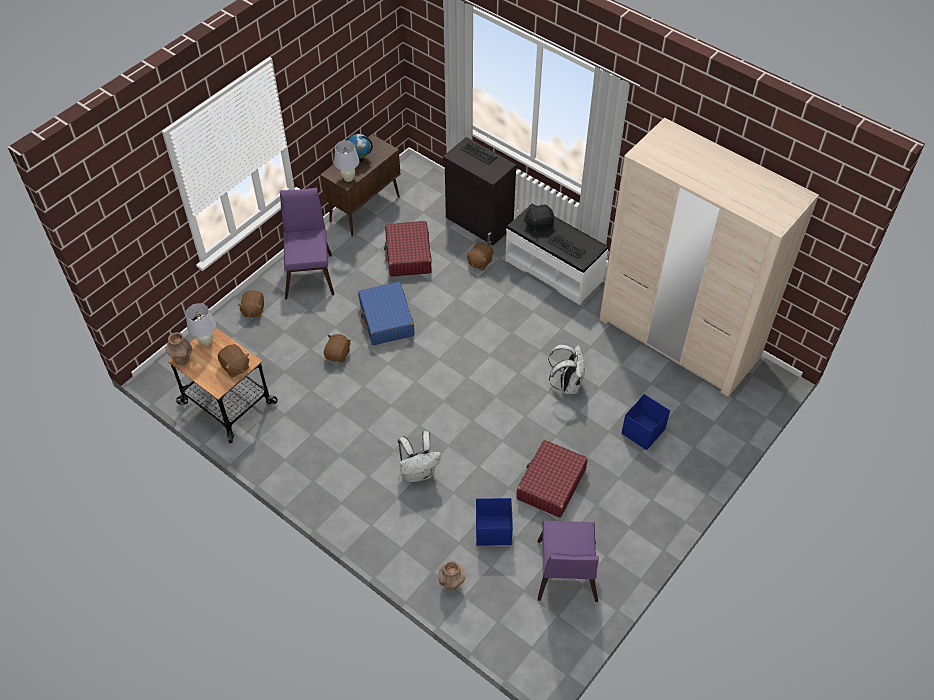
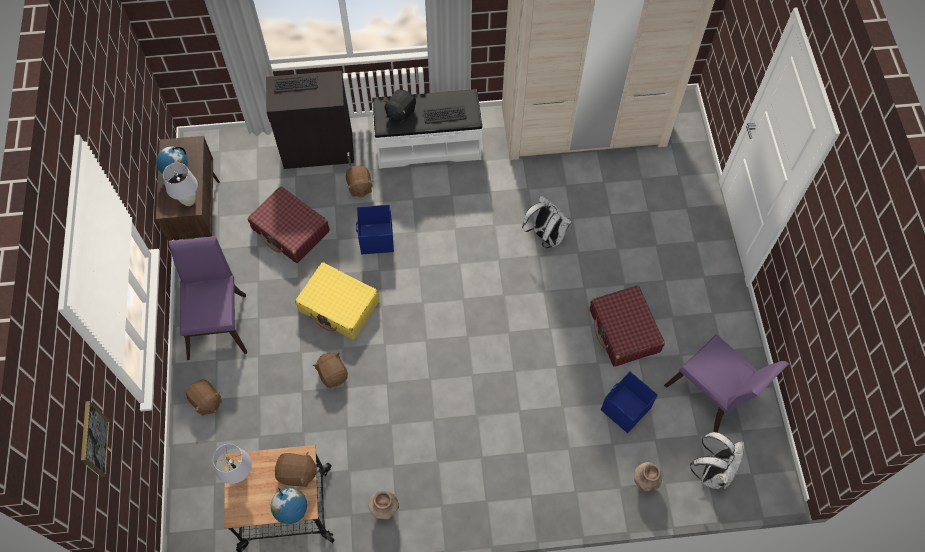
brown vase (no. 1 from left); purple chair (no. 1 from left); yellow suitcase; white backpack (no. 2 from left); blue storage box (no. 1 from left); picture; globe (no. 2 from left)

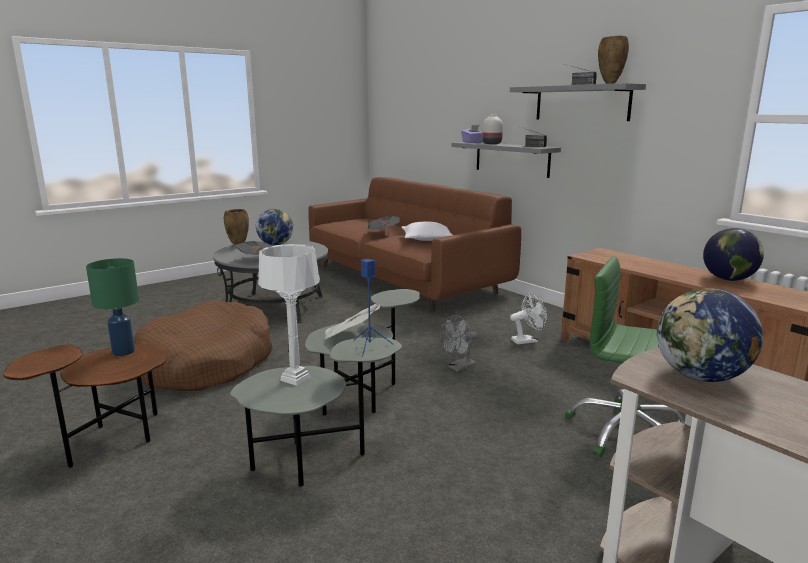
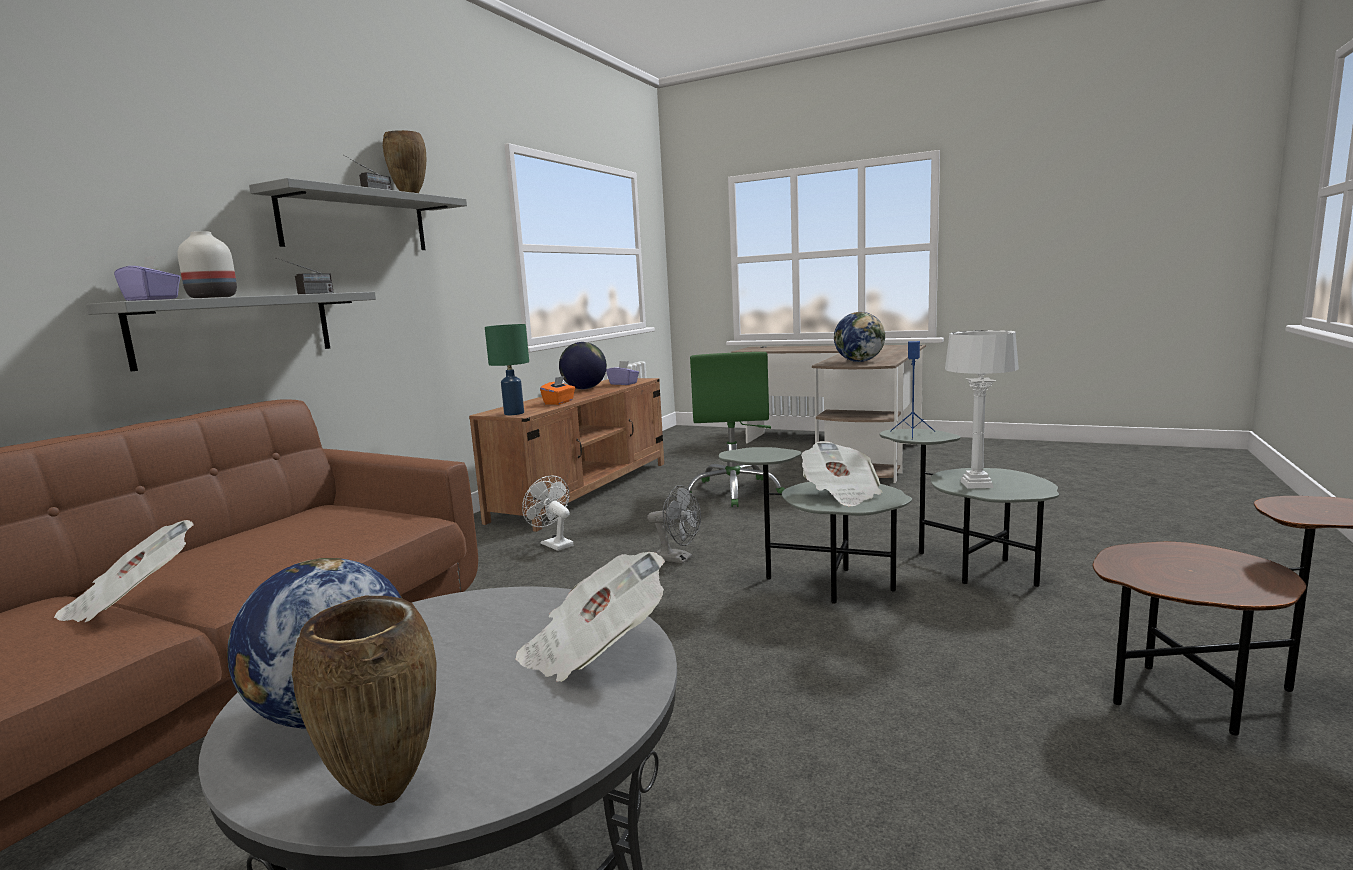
green table lamp; brown dog bed; white pillow; orange tissue box; purple tissue box (no. 2 from left)

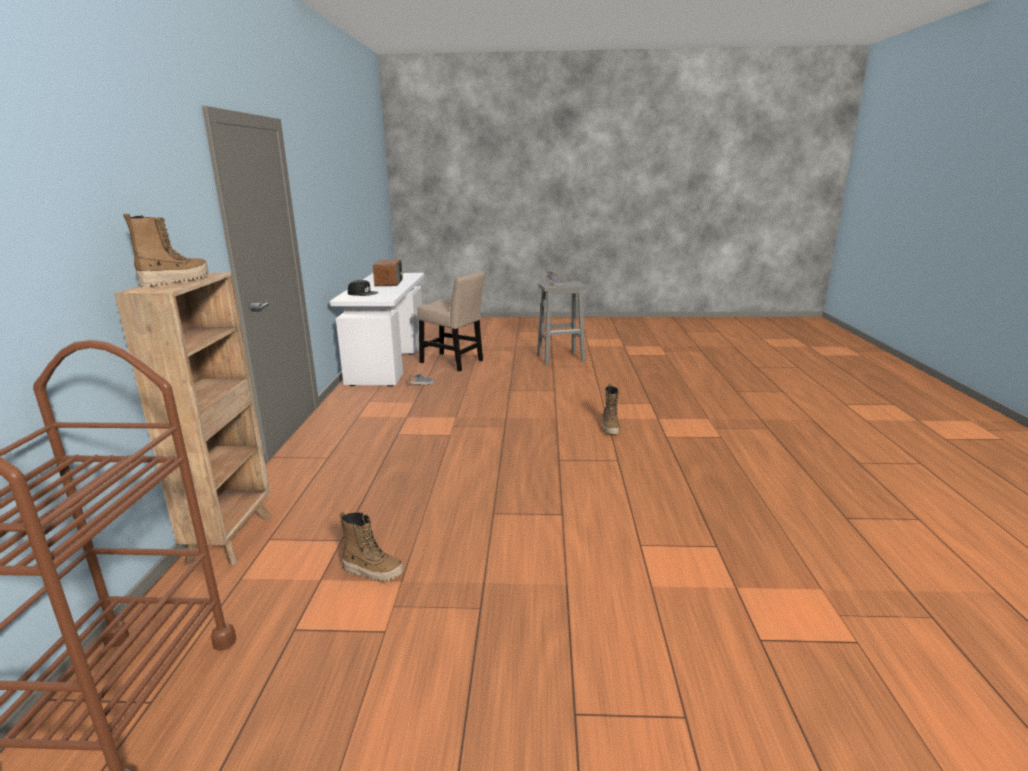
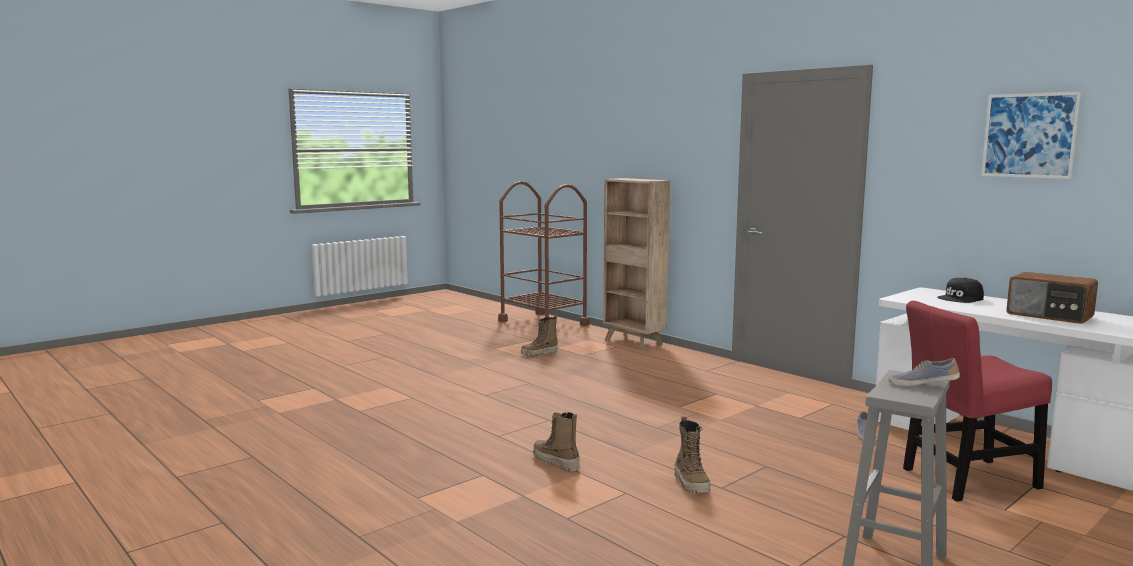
boot (no. 3 from left); red chair; picture

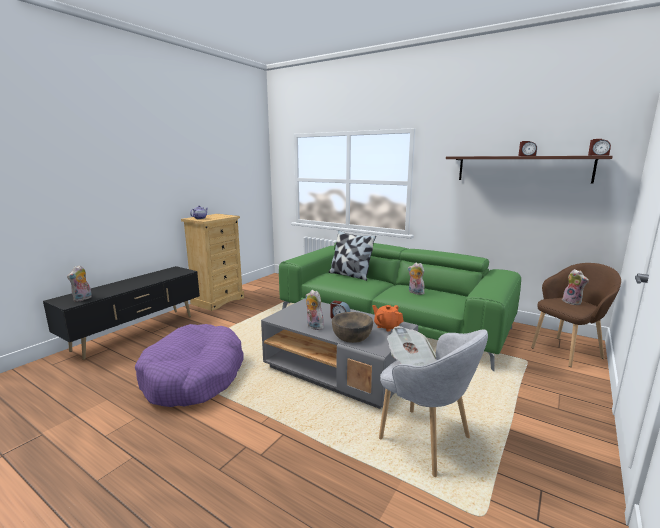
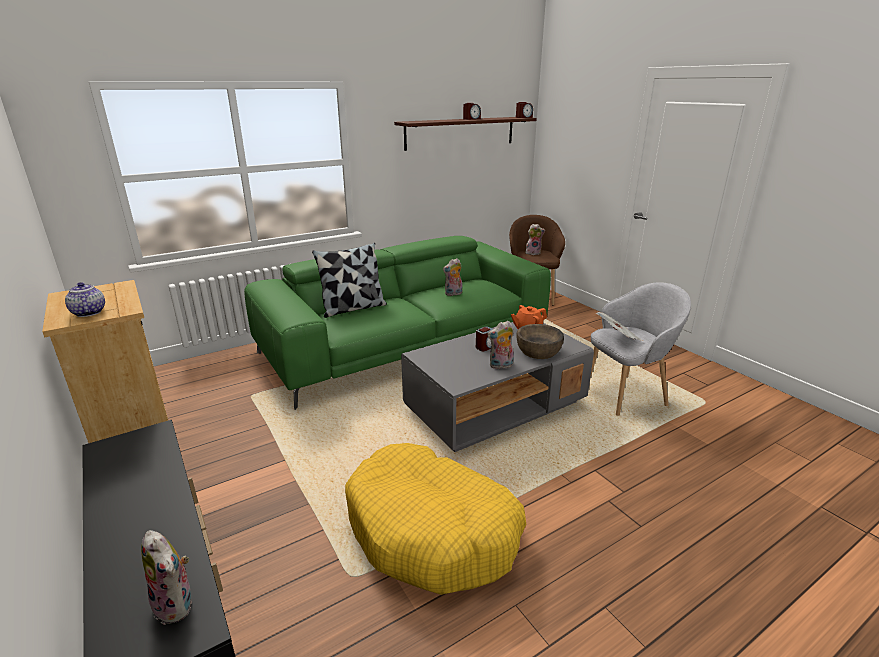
yellow dog bed

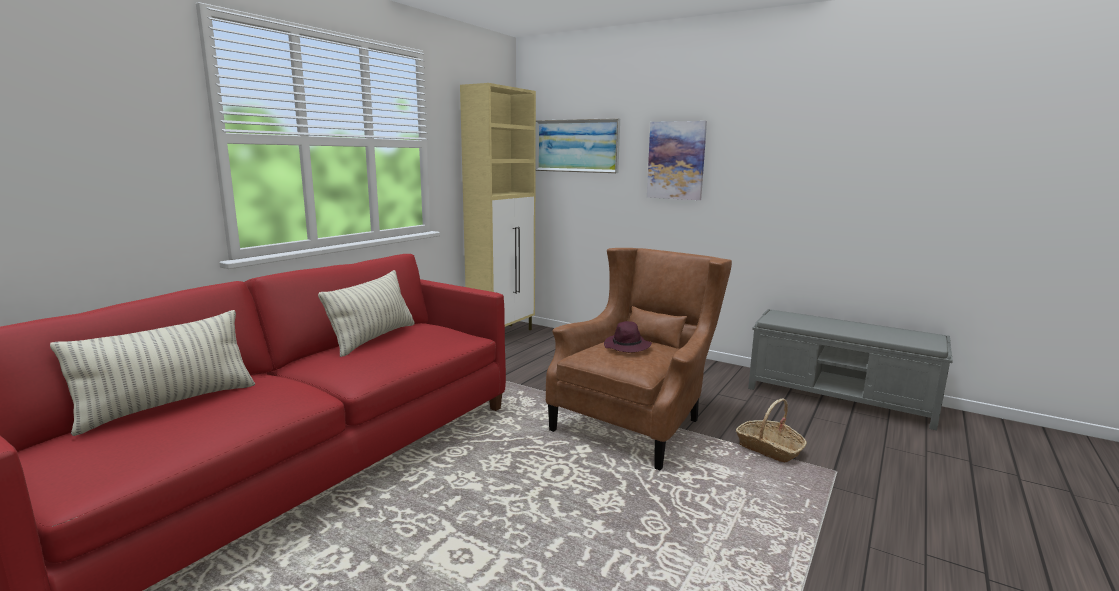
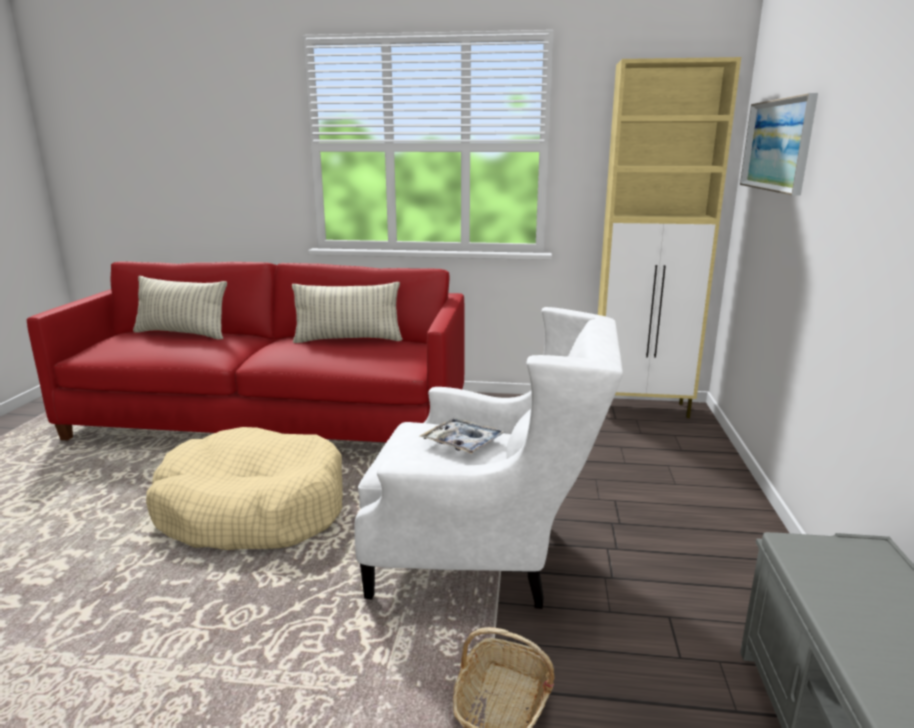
white armchair; tray; picture (no. 2 from left in the first image); beige dog bed

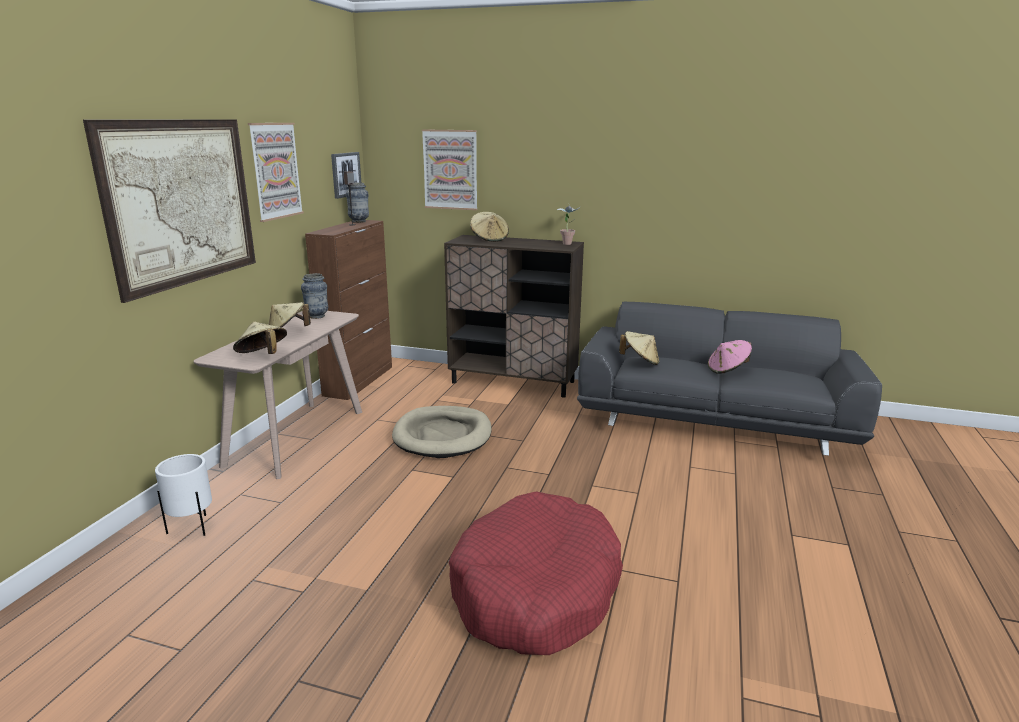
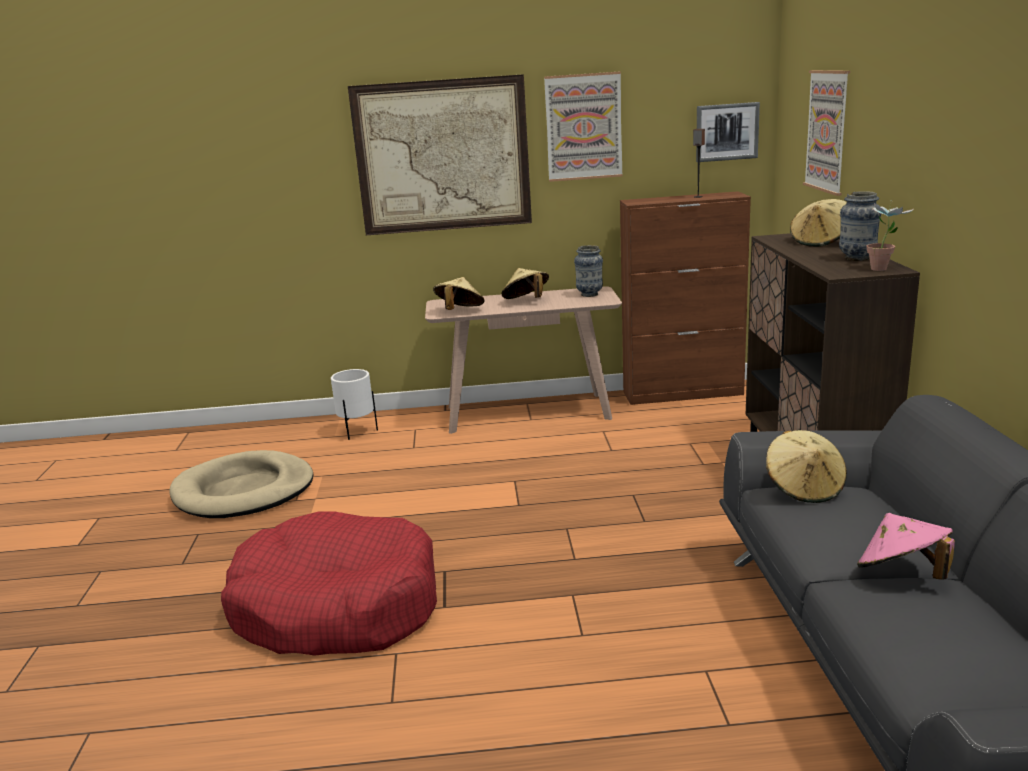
vase (no. 2 from left); beige dog bed

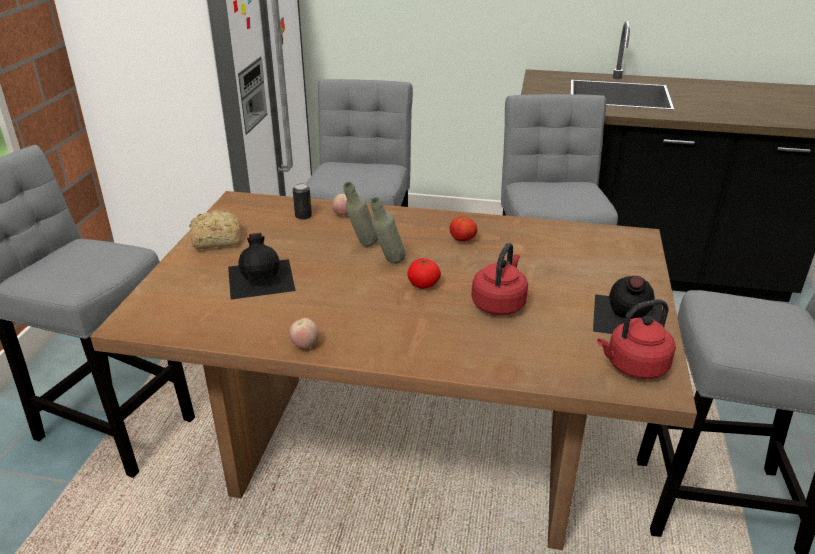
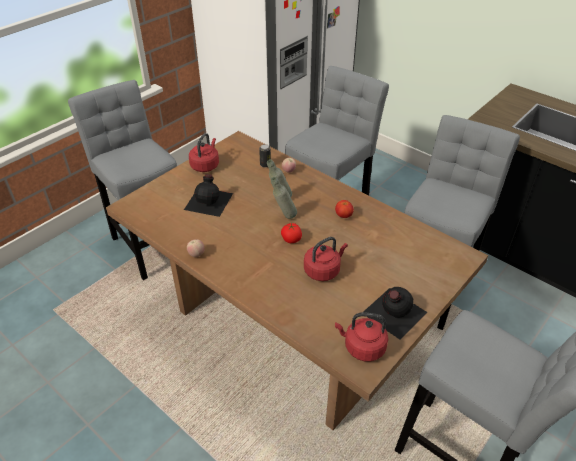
red kettle (no. 1 from left)

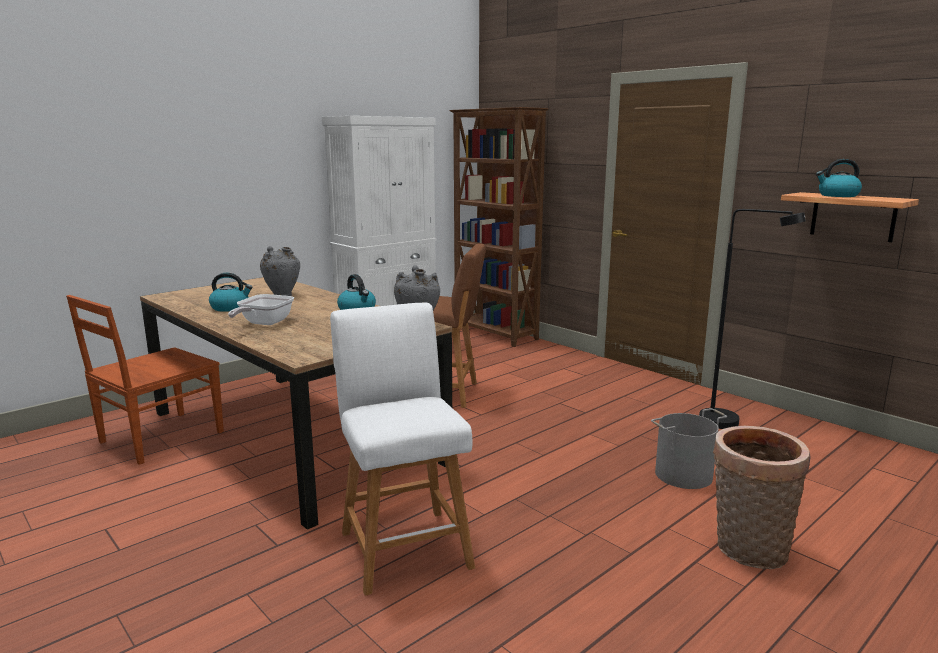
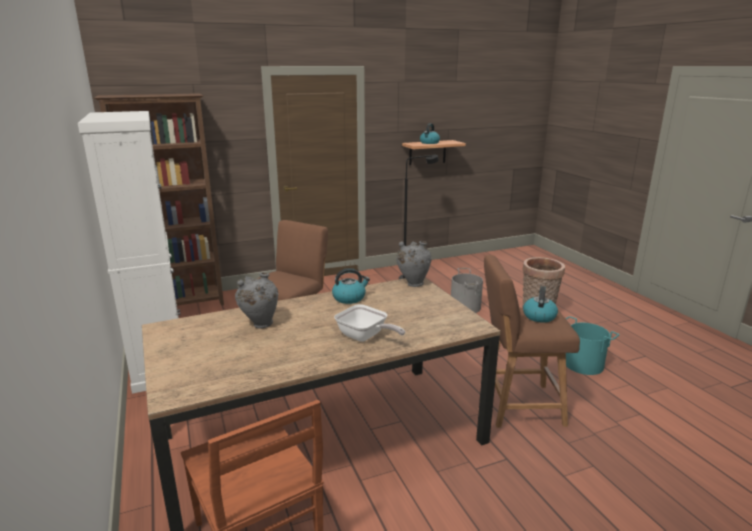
kettle (no. 3 from left); brown stool (no. 2 from left); turquoise bucket

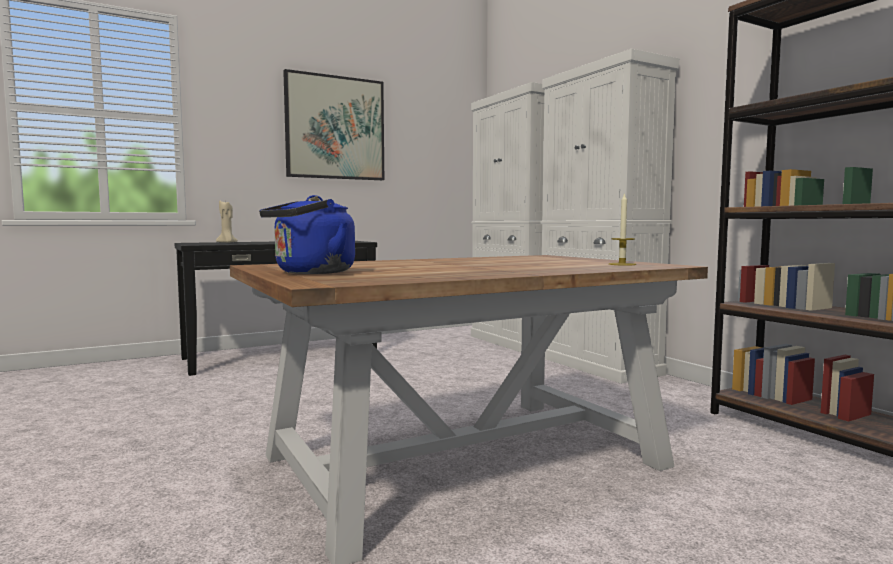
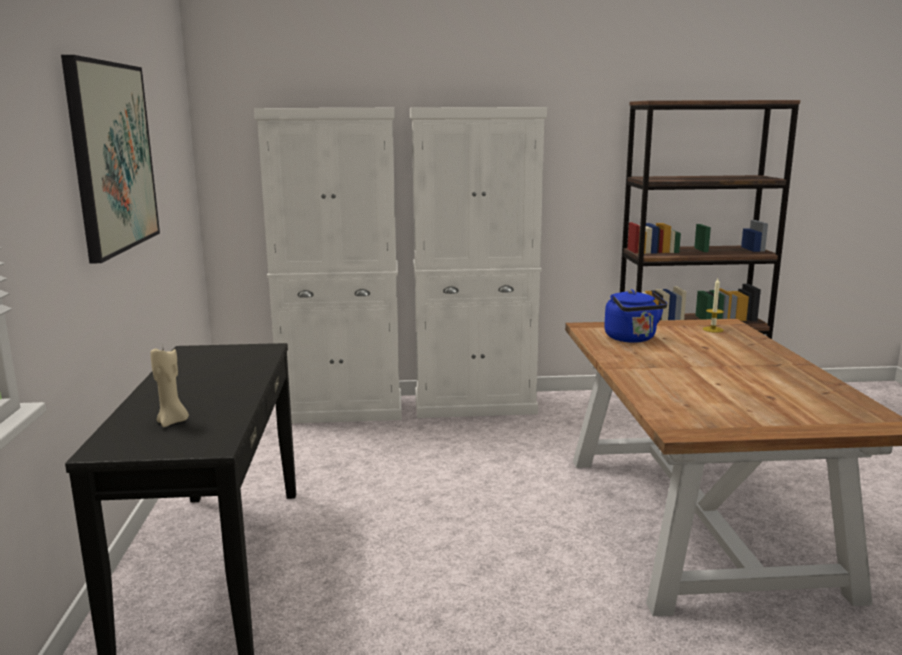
blue kettle

